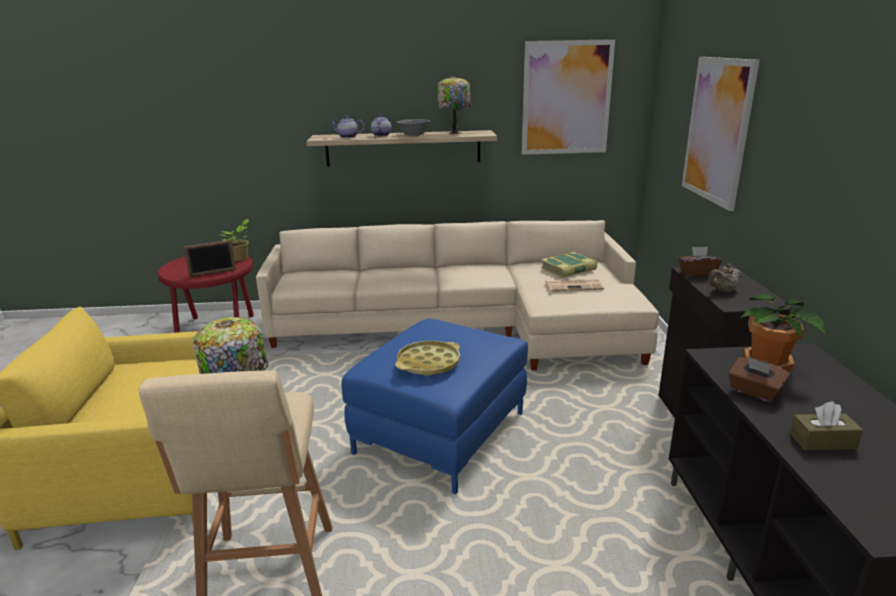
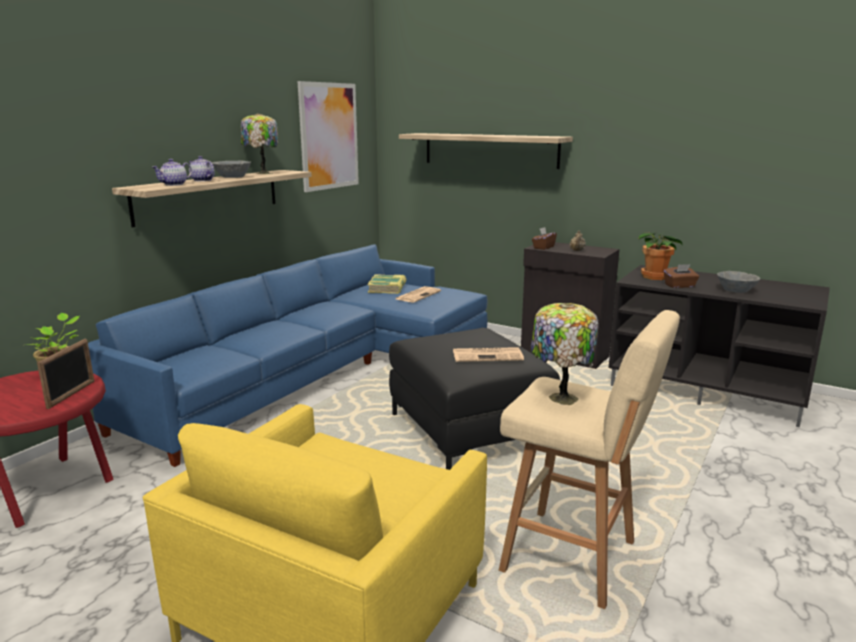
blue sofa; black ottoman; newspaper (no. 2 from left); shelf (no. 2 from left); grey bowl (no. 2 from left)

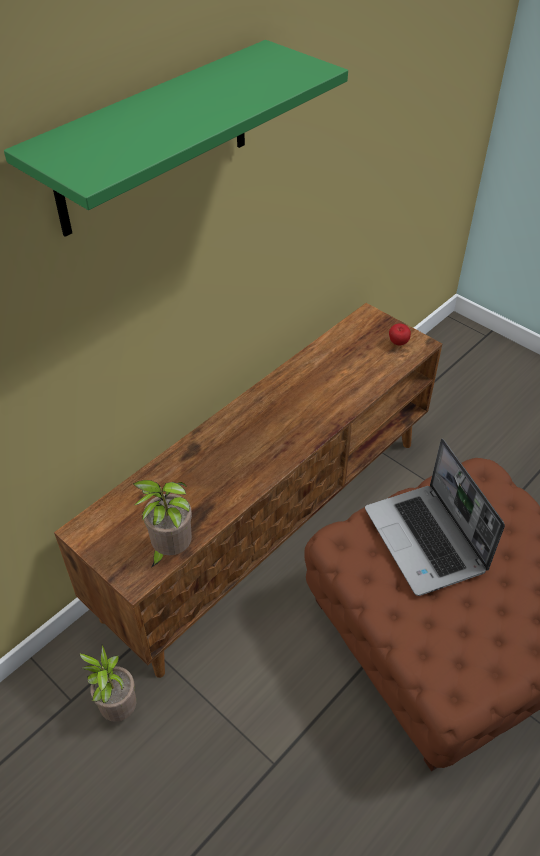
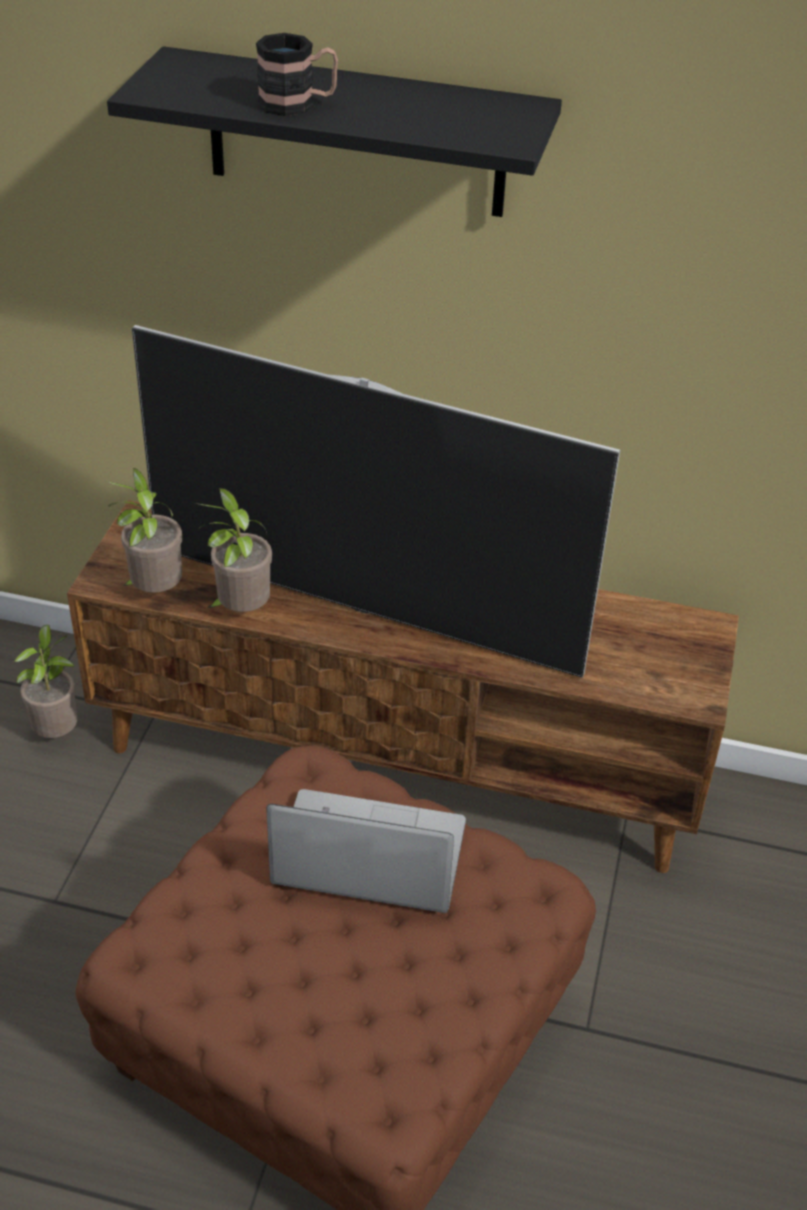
black shelf; laptop; apple; television; potted plant (no. 3 from left); mug

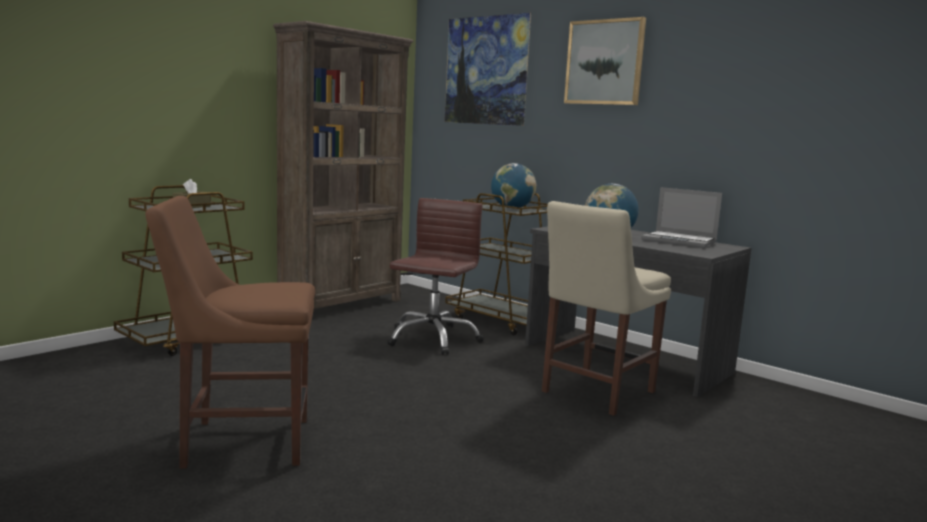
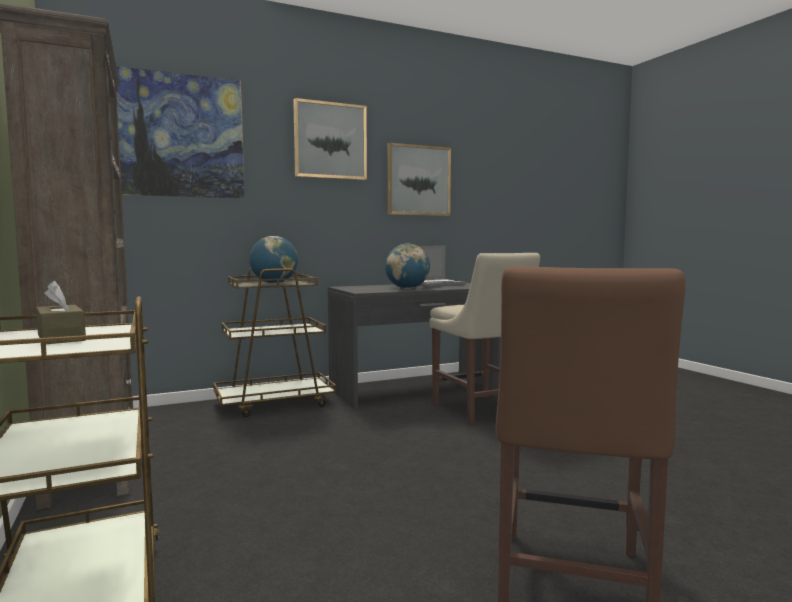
brown office chair; picture (no. 3 from left)

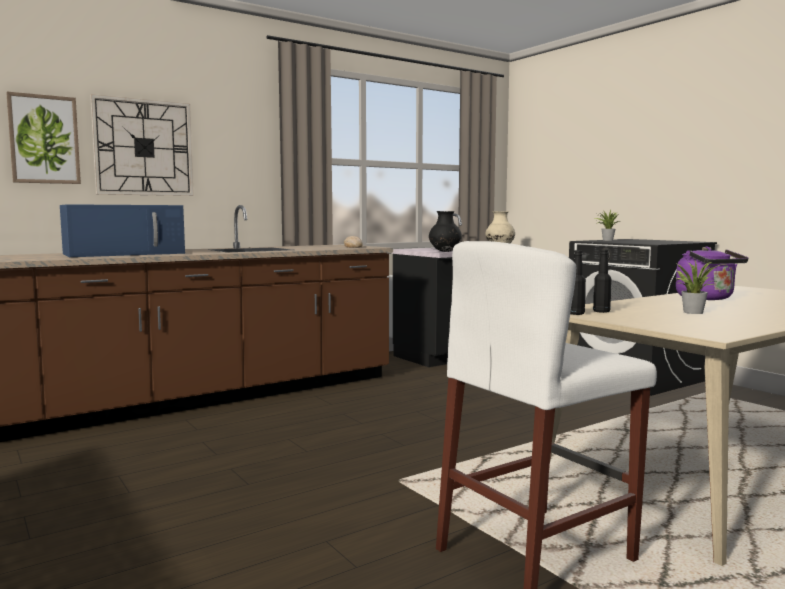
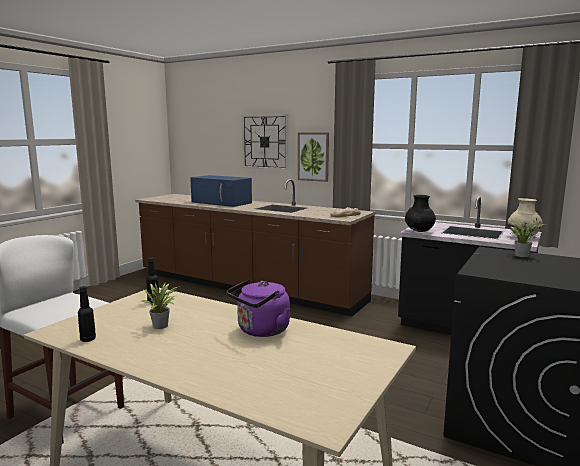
picture; black bottle (no. 1 from left)

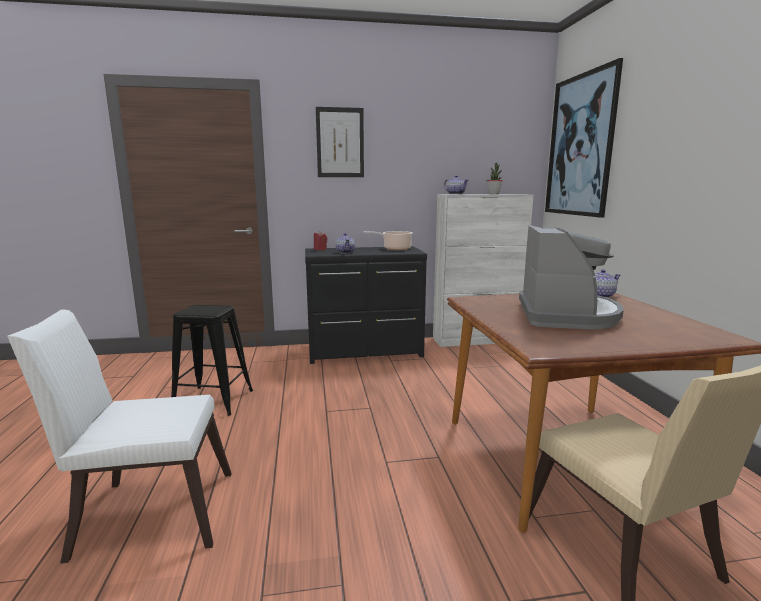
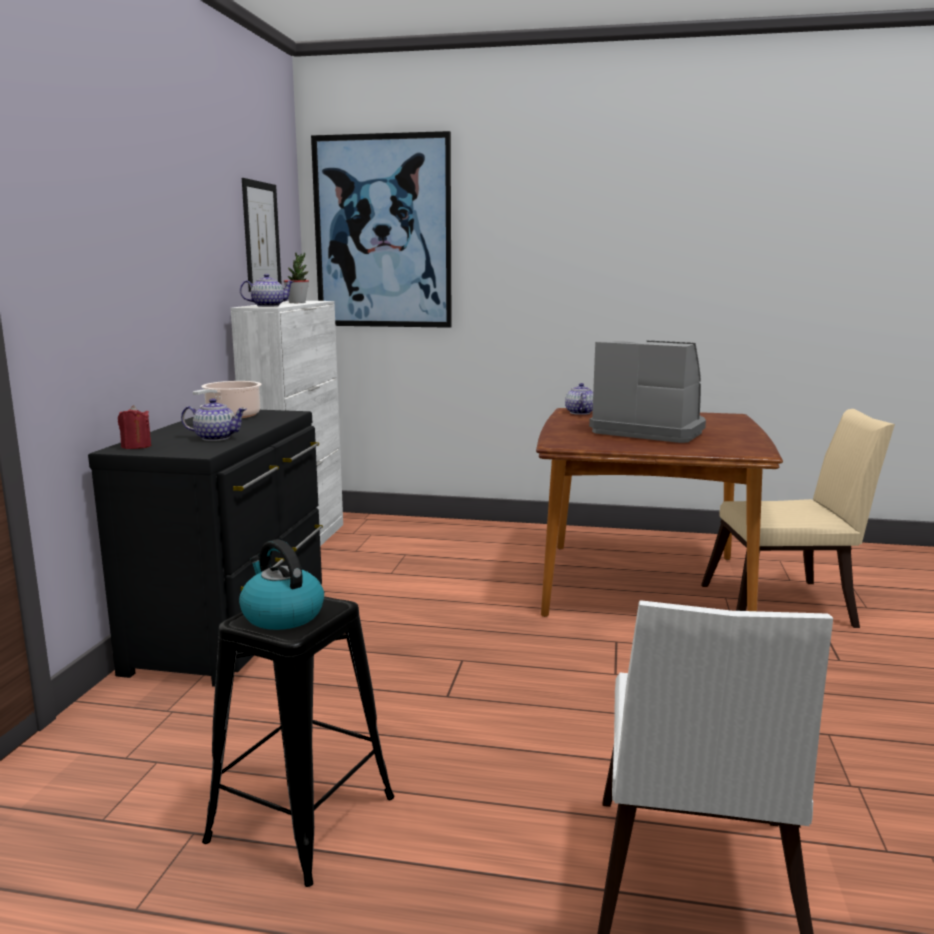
picture (no. 1 from left); kettle

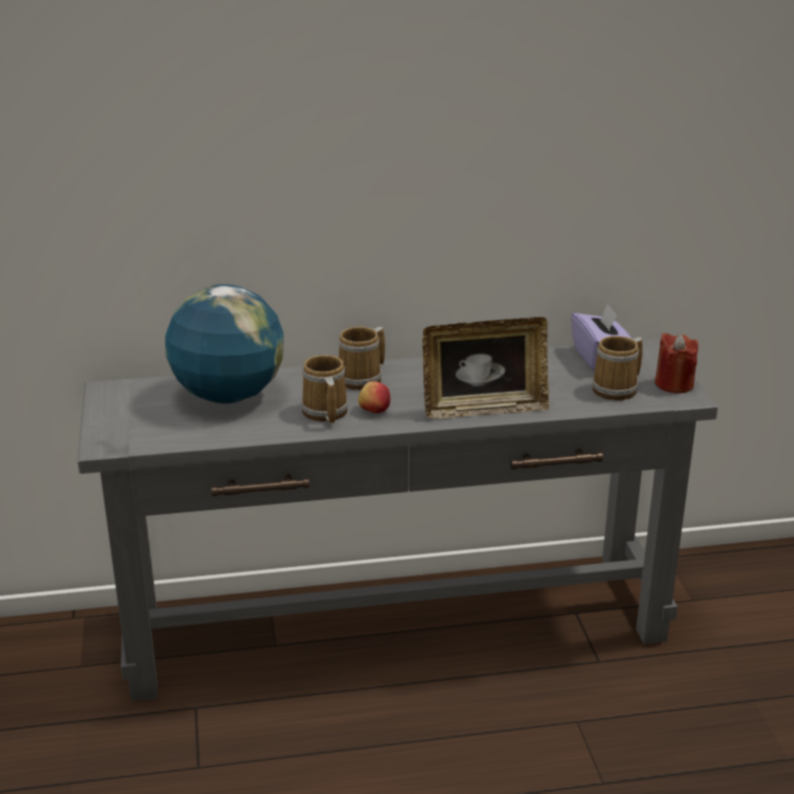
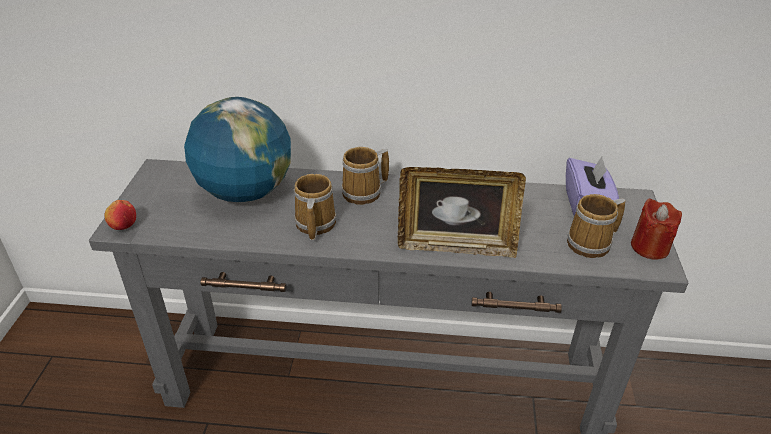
apple

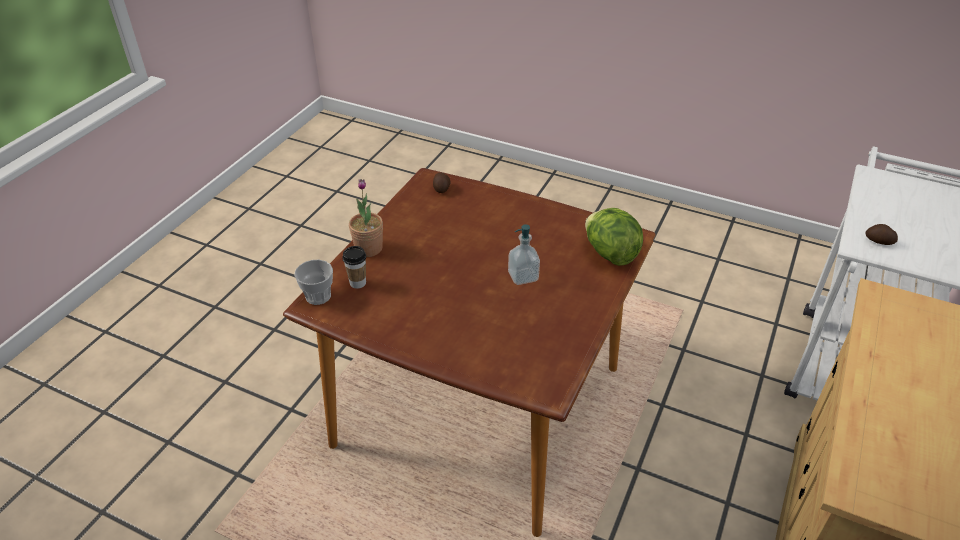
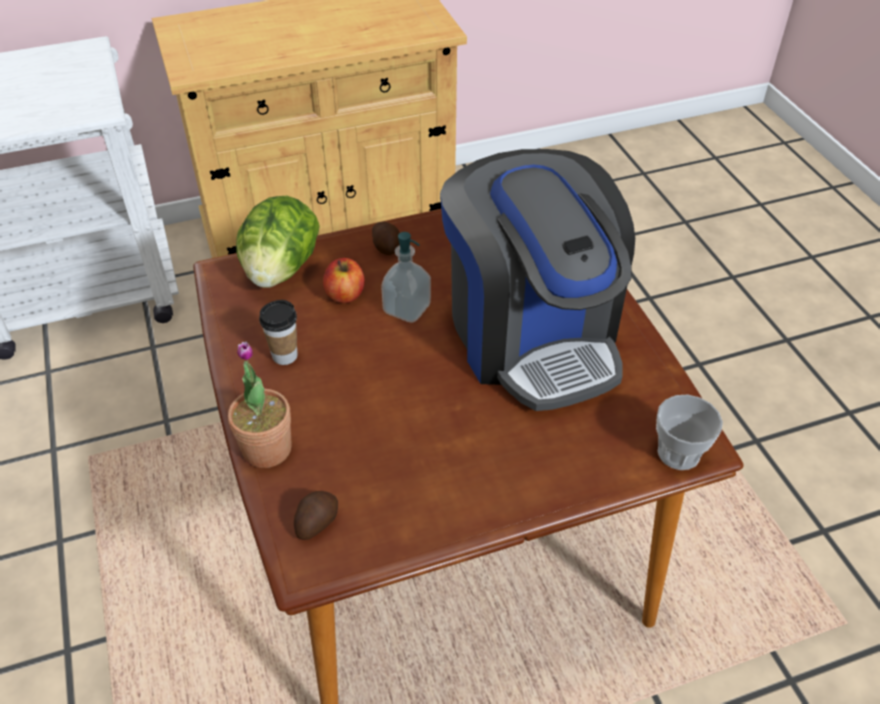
cup (no. 1 from left); potted plant; potato (no. 2 from left); apple; coffee machine

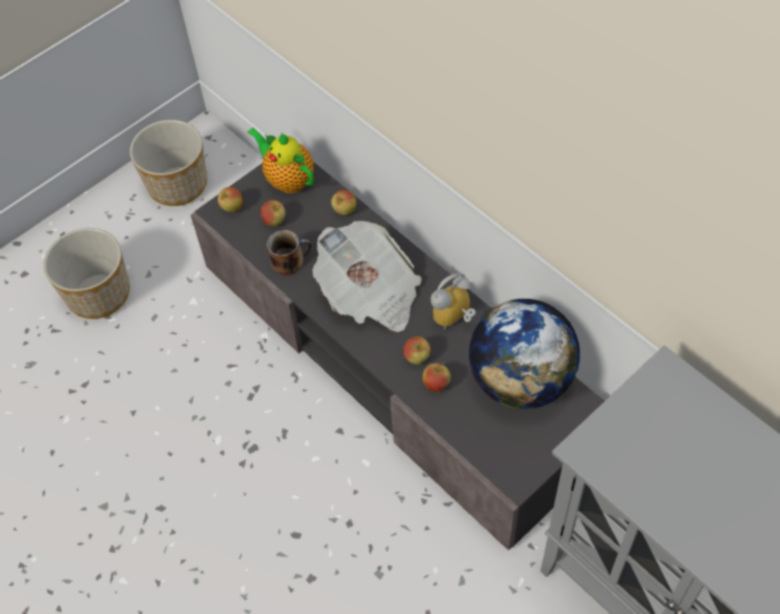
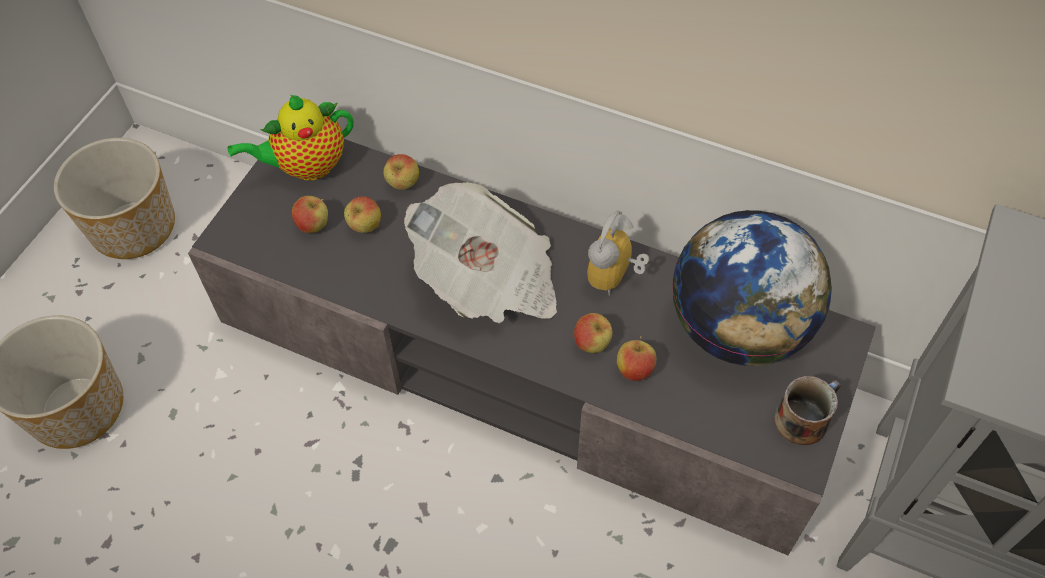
apple (no. 2 from left); teapot; mug

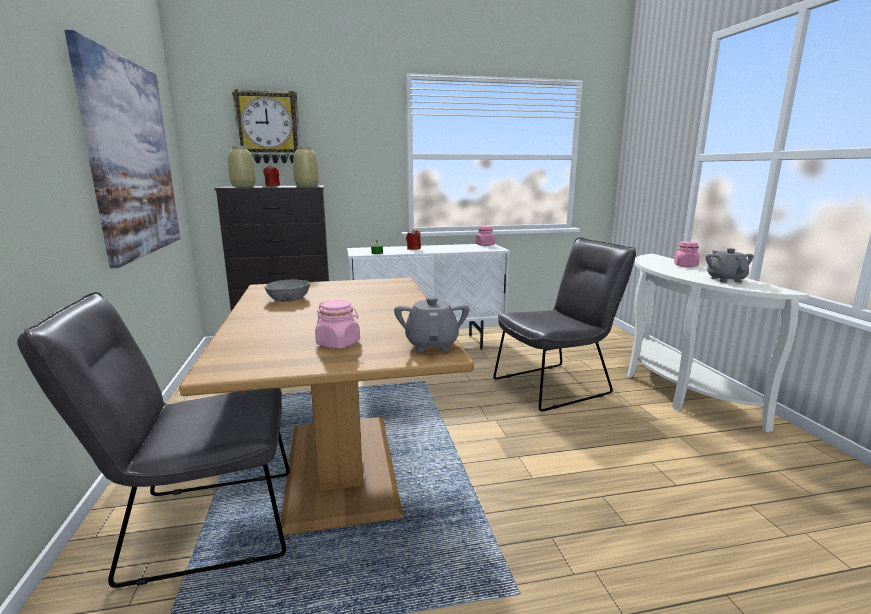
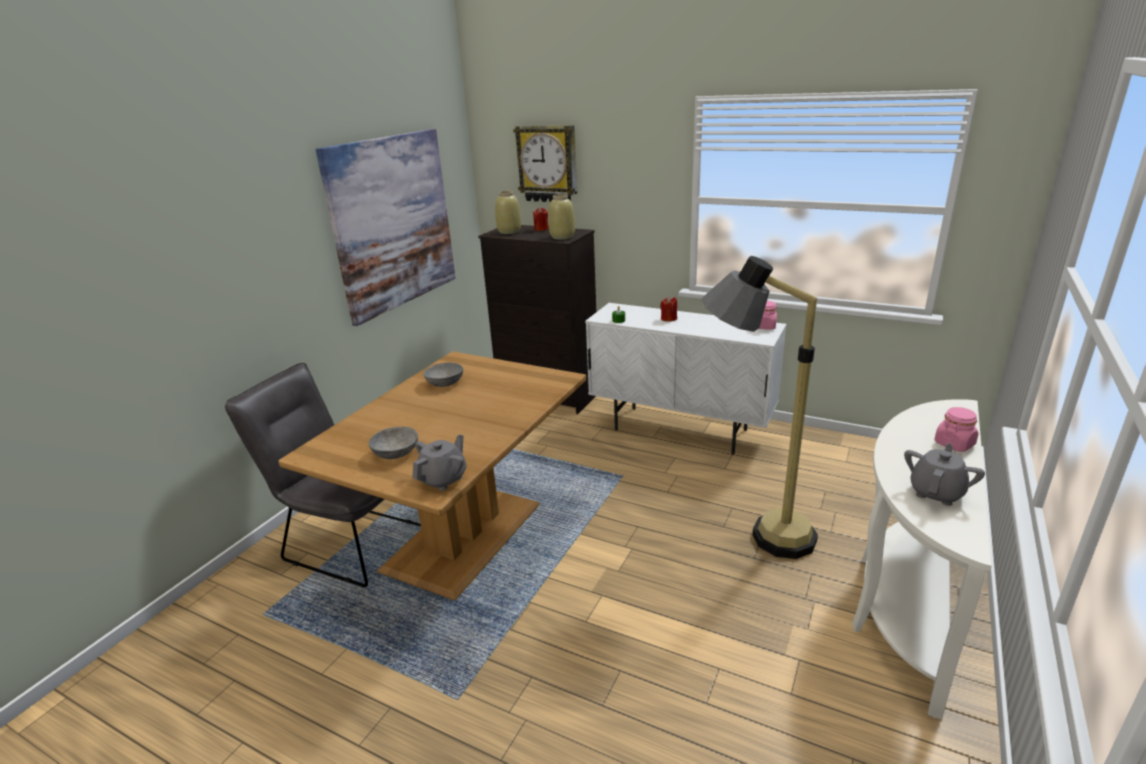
grey bowl (no. 1 from left); floor lamp

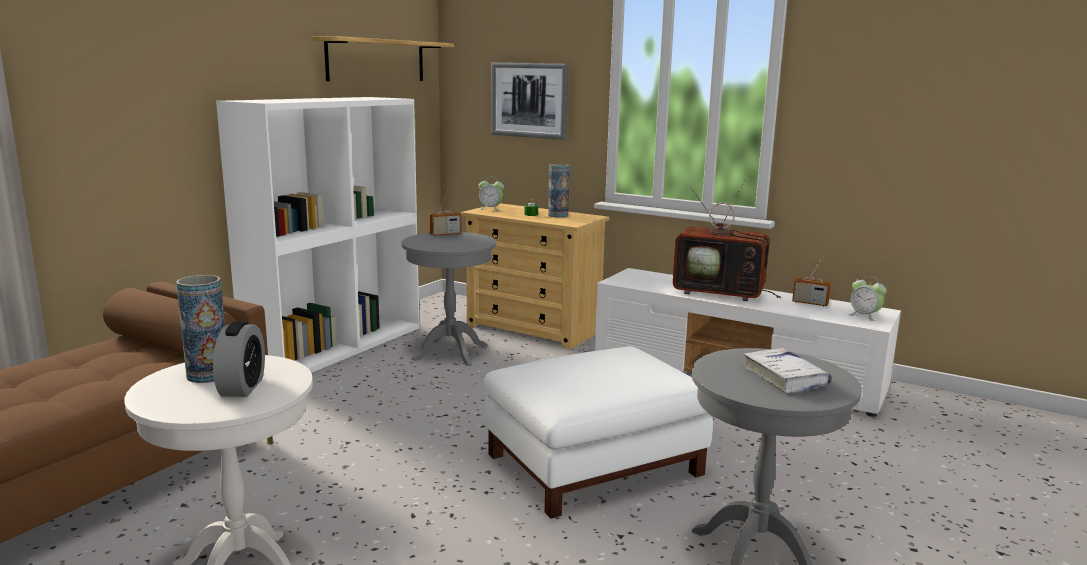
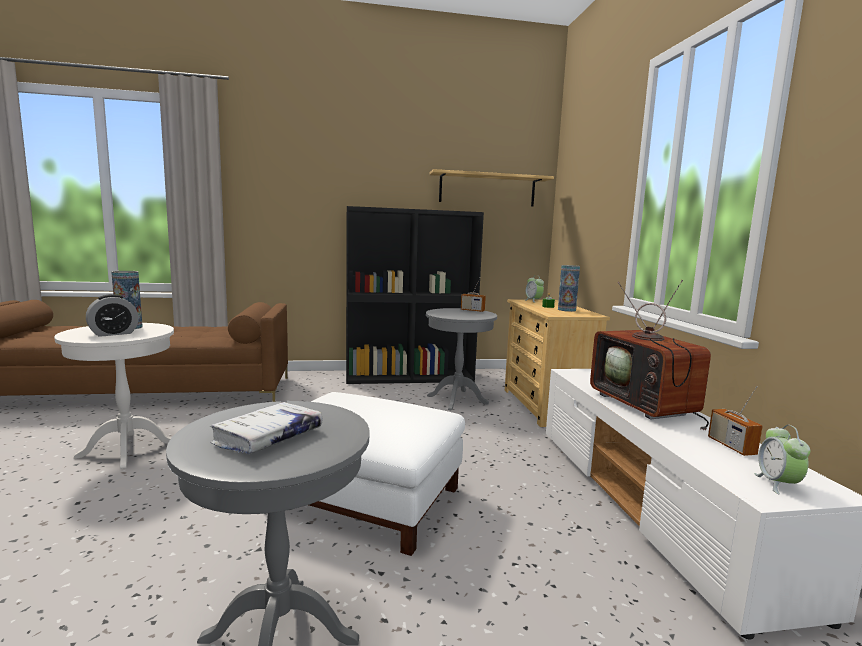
black bookcase; picture

